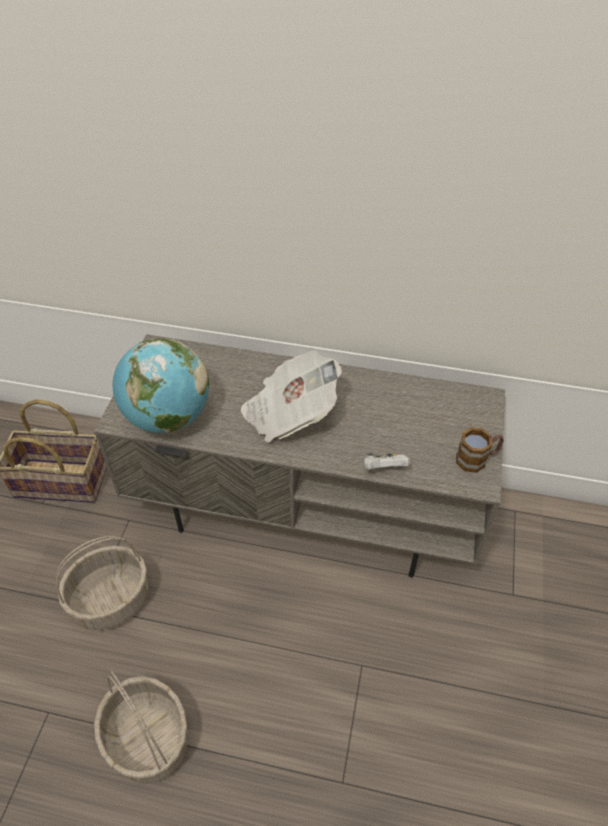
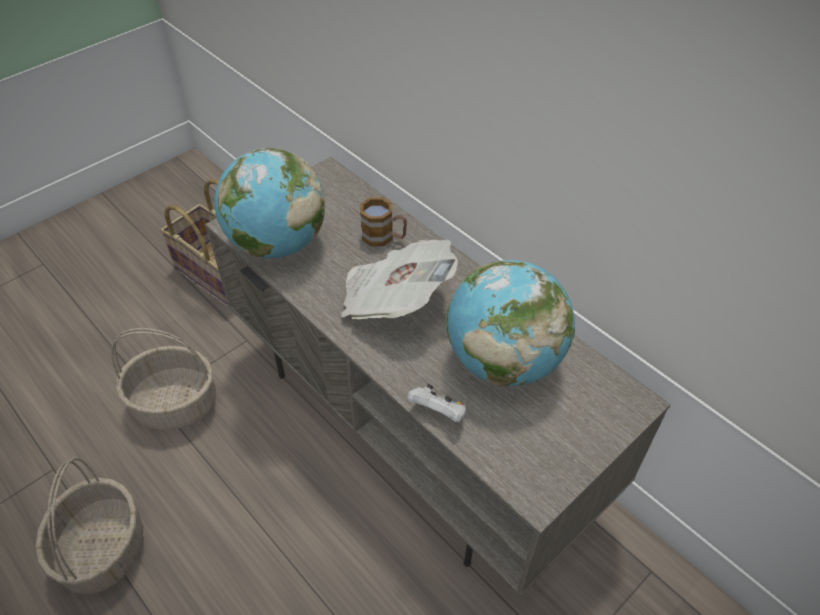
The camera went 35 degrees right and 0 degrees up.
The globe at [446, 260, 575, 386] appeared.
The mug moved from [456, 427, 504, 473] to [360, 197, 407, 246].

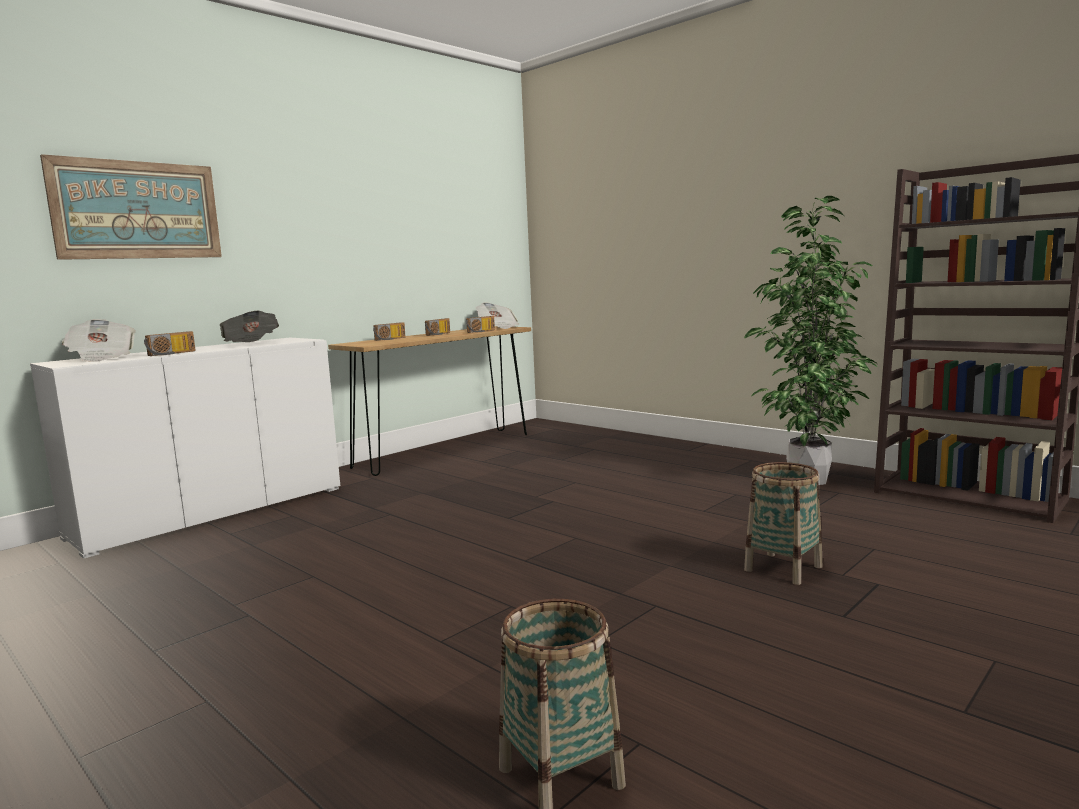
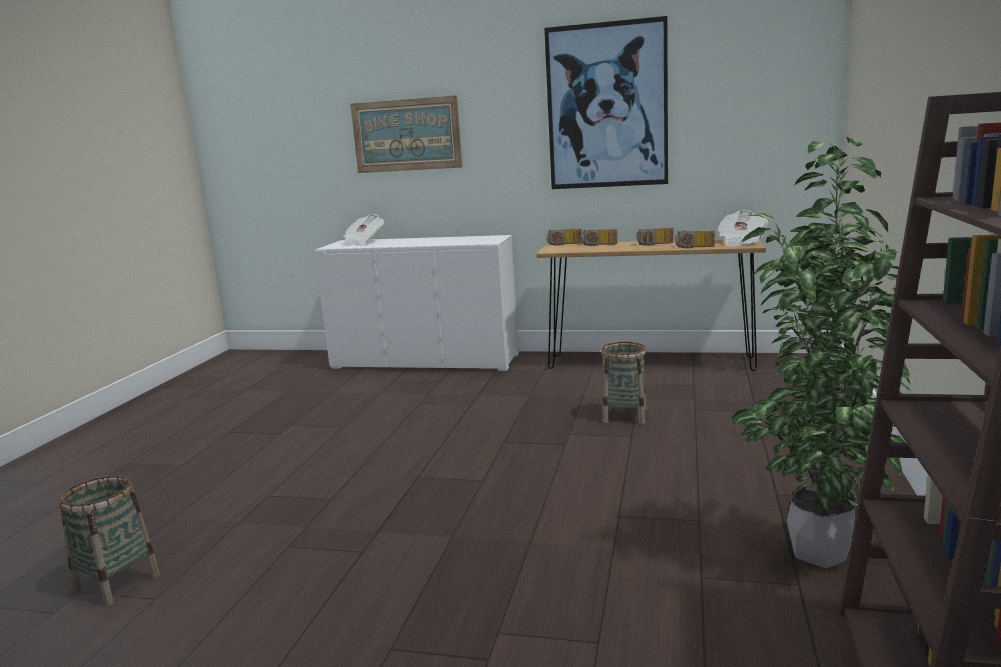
The camera went 60 degrees right and 5 degrees up.
The newspaper at [220, 311, 279, 342] disappeared.
The picture at [544, 16, 668, 189] appeared.
The radio moved from [144, 331, 196, 356] to [547, 228, 582, 246].
The basket moved from [744, 462, 823, 585] to [601, 341, 647, 424].

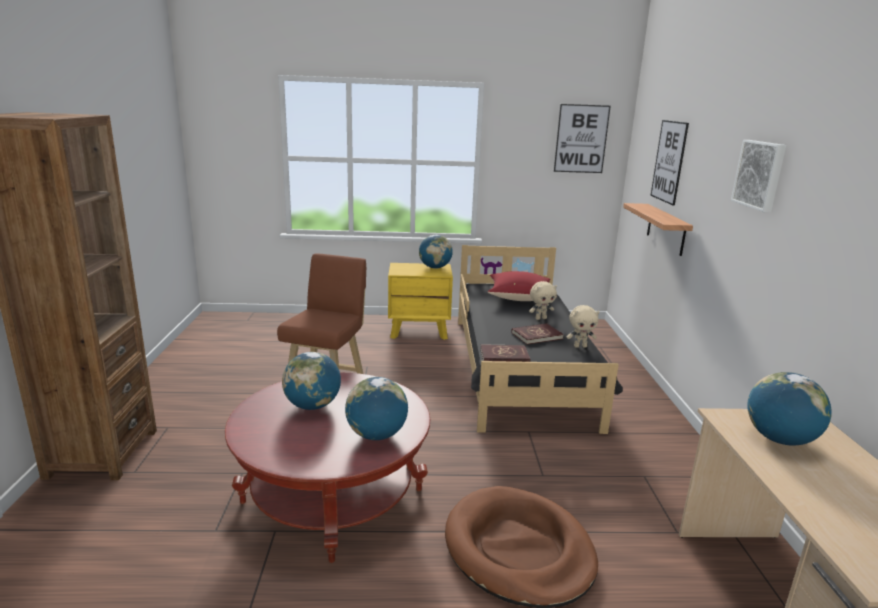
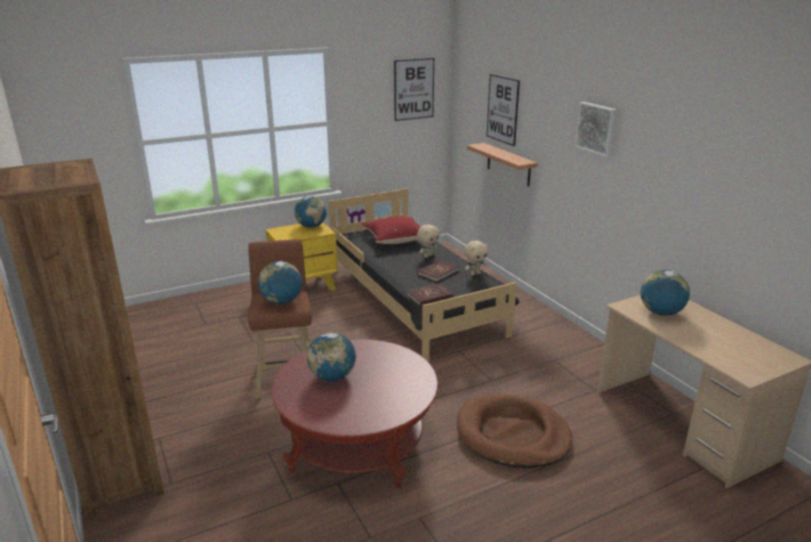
The camera went 25 degrees left and 5 degrees up.
The globe moved from [345, 377, 408, 440] to [258, 261, 302, 304].

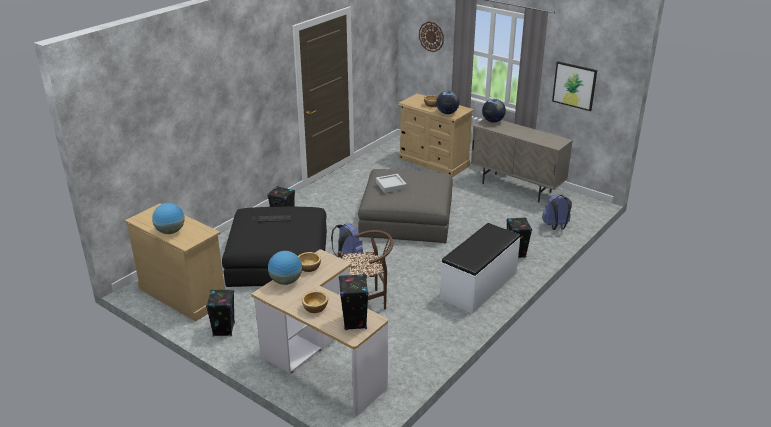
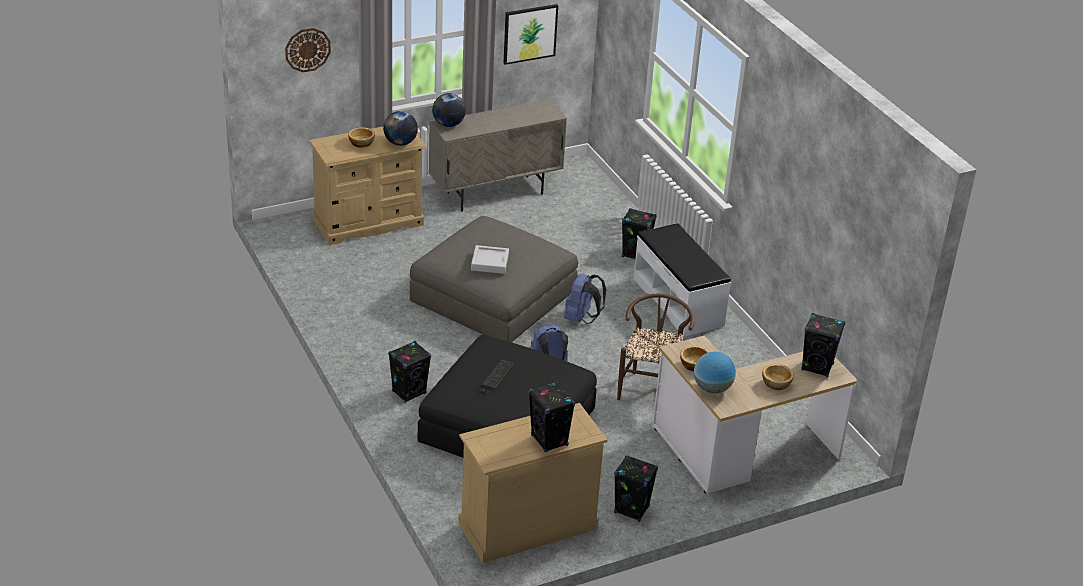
The camera went 65 degrees left and 5 degrees up.
The blue_backpack moved from [542, 195, 572, 230] to [564, 274, 606, 324].
The globe at [152, 203, 185, 234] was replaced by the black_speaker at [528, 381, 575, 452].

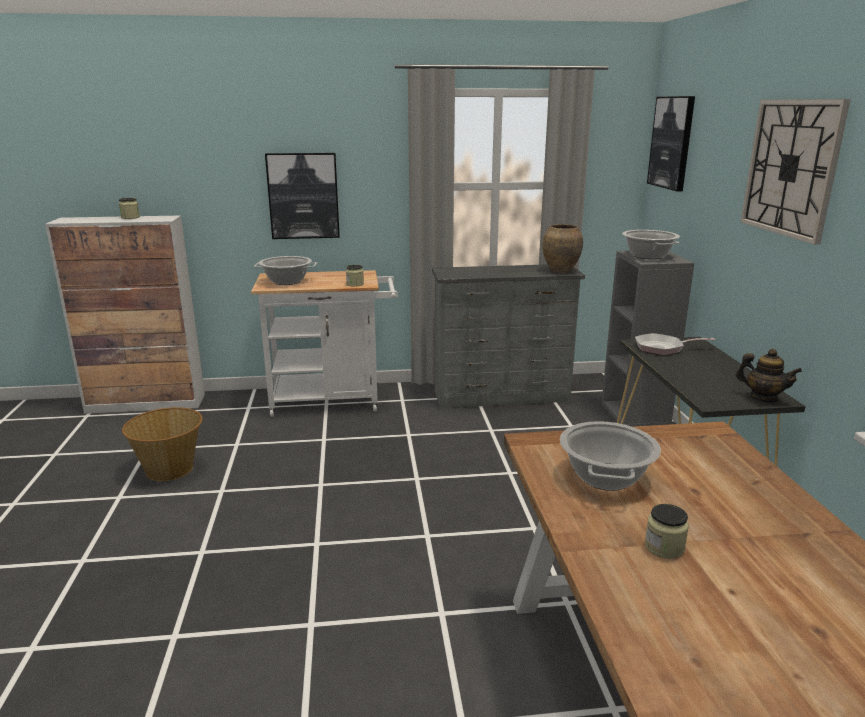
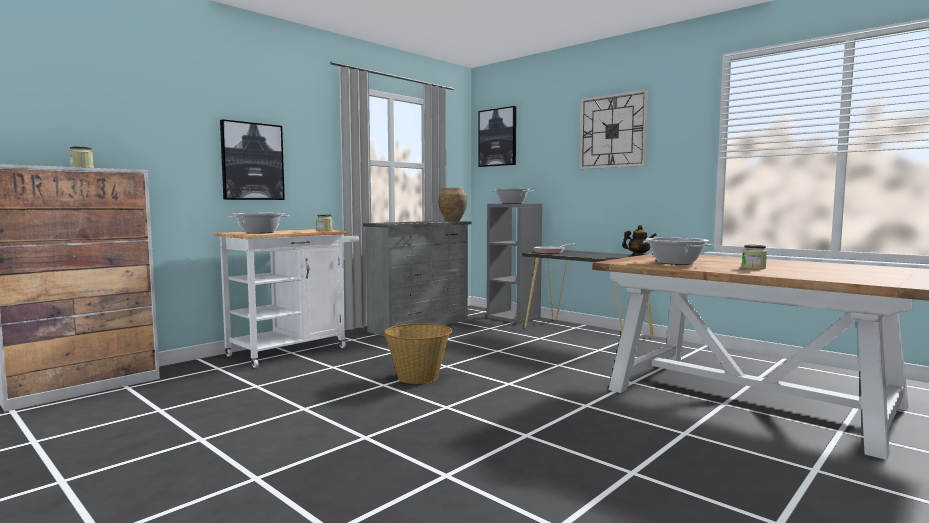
The camera went 40 degrees left and 15 degrees down.
The basket moved from [122, 407, 203, 481] to [384, 323, 452, 384].

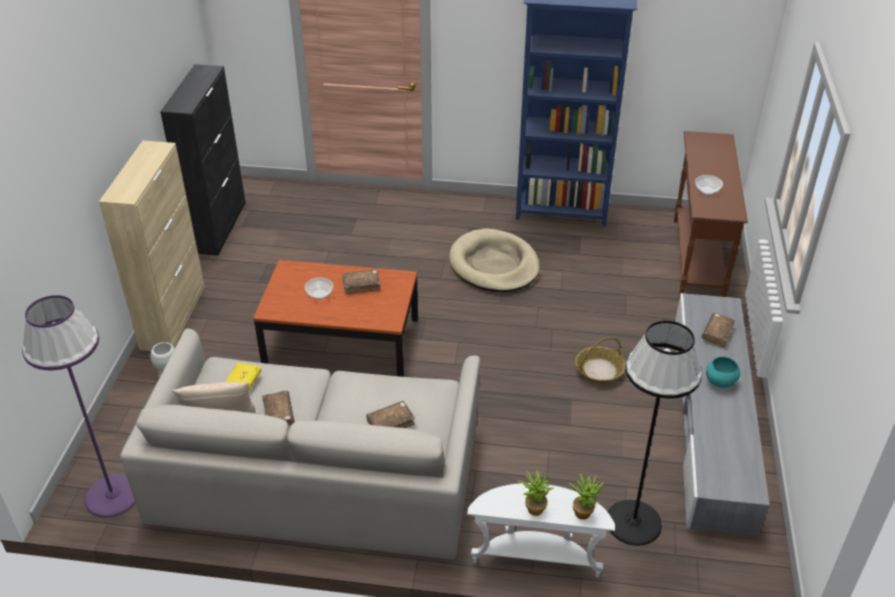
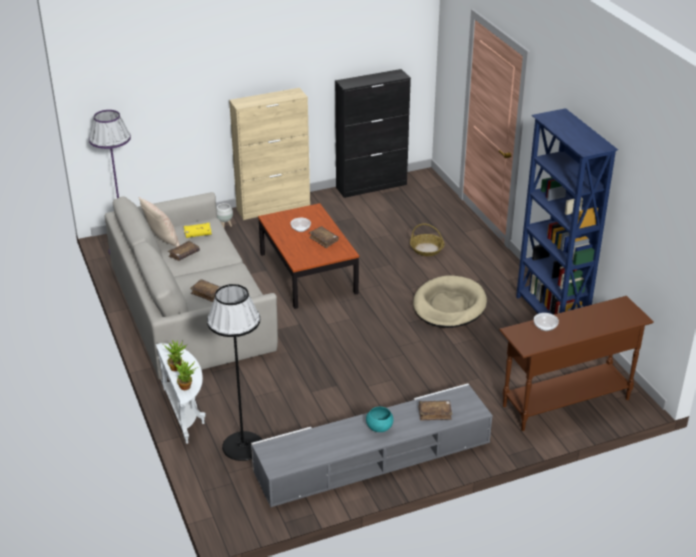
The camera went 60 degrees right and 5 degrees down.
The basket moved from [575, 337, 625, 384] to [410, 223, 445, 256].

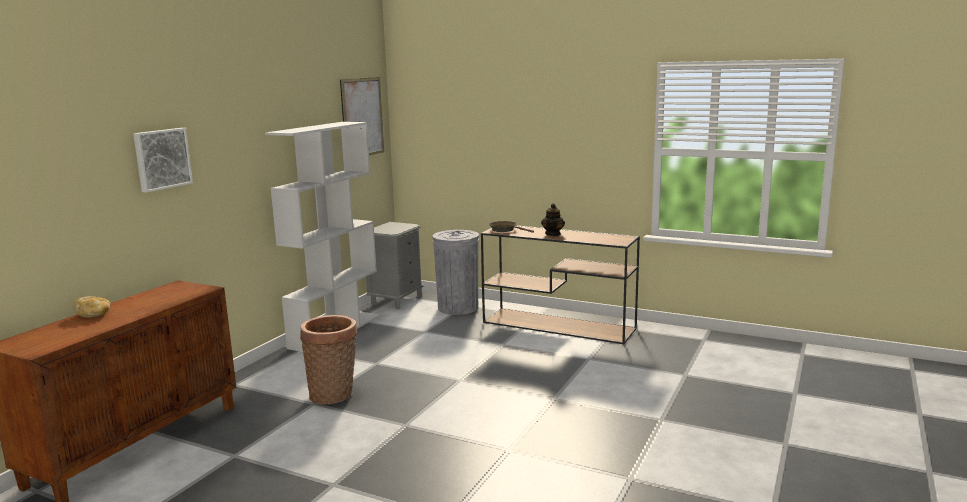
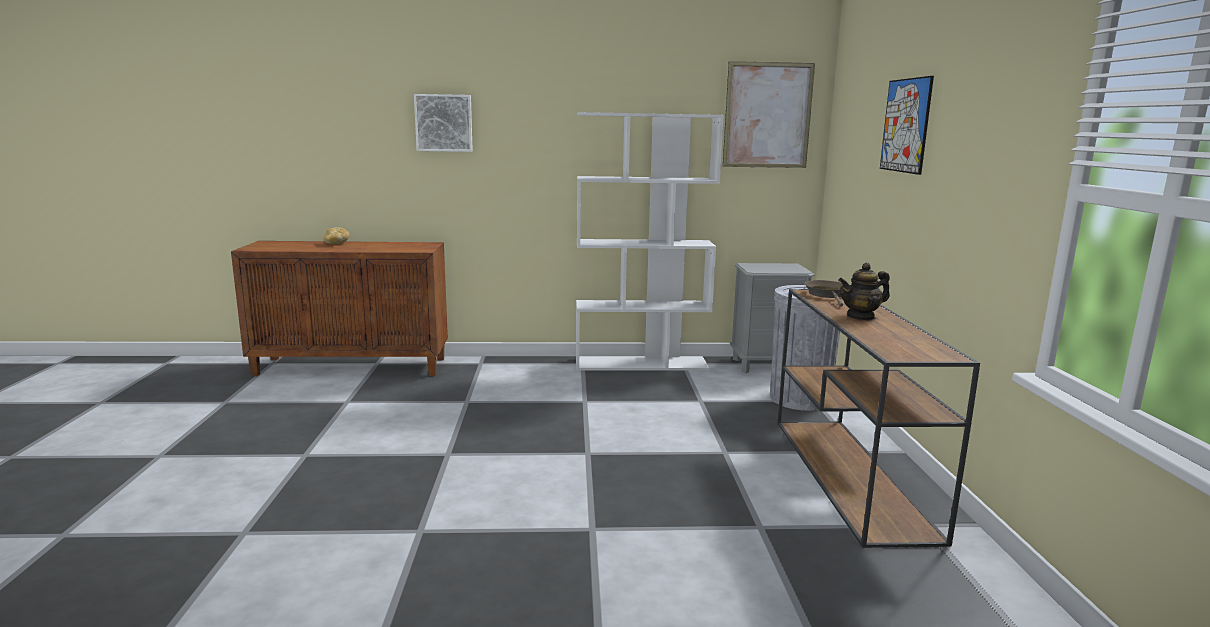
The camera went 60 degrees right and 0 degrees up.
The basket at [300, 315, 357, 405] disappeared.
The picture at [880, 76, 934, 175] appeared.

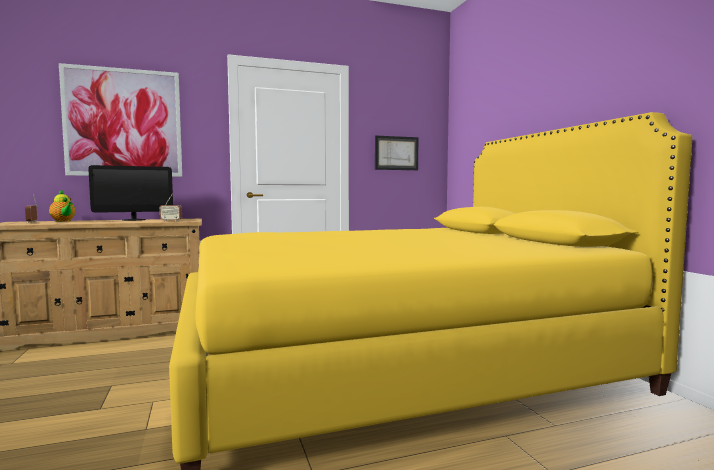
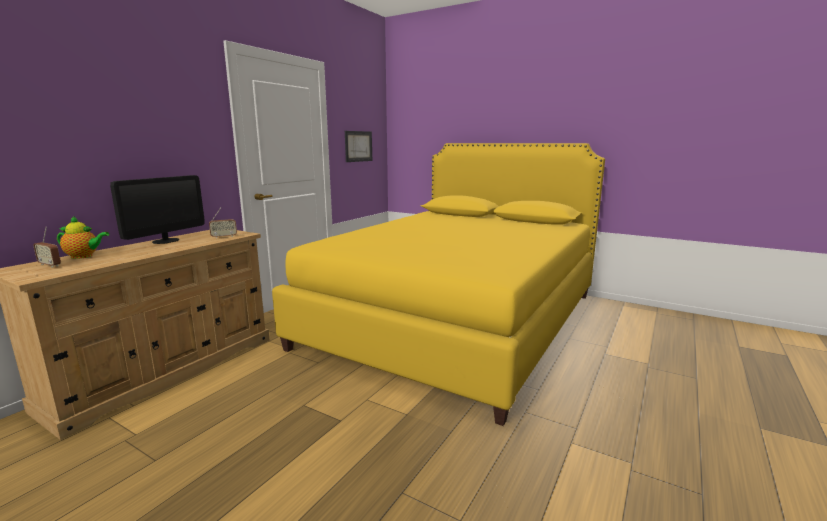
The camera went 40 degrees left and 10 degrees up.
The picture at [59, 63, 182, 177] disappeared.

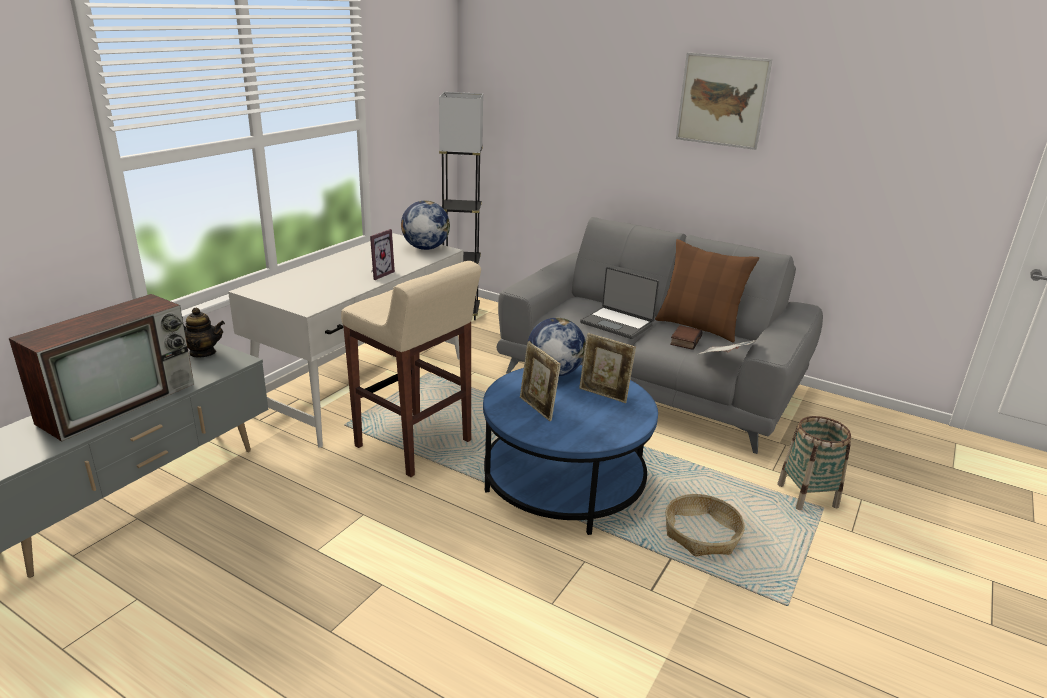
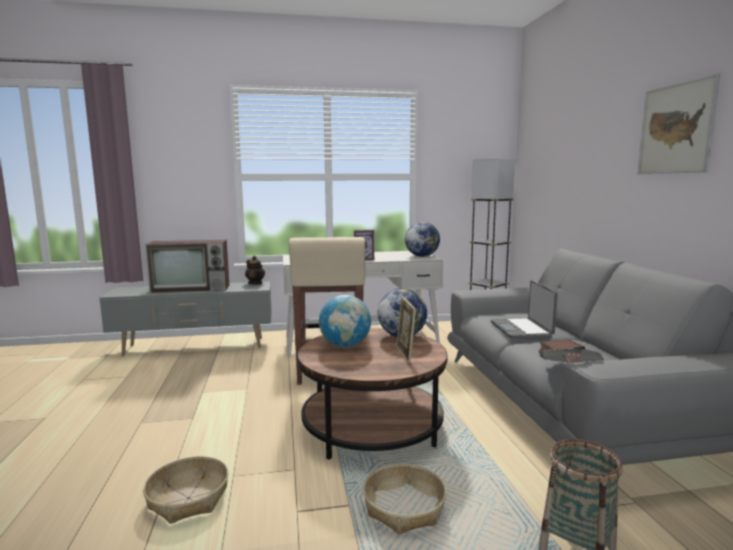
The camera went 50 degrees right and 15 degrees down.
The brown_pillow at [655, 239, 759, 342] disappeared.
The basket at [143, 456, 229, 524] appeared.
The picture_frame at [520, 341, 561, 421] was replaced by the globe at [319, 295, 371, 347].
The blue_coffee_table at [483, 365, 658, 535] became the brown_coffee_table at [297, 328, 448, 460].

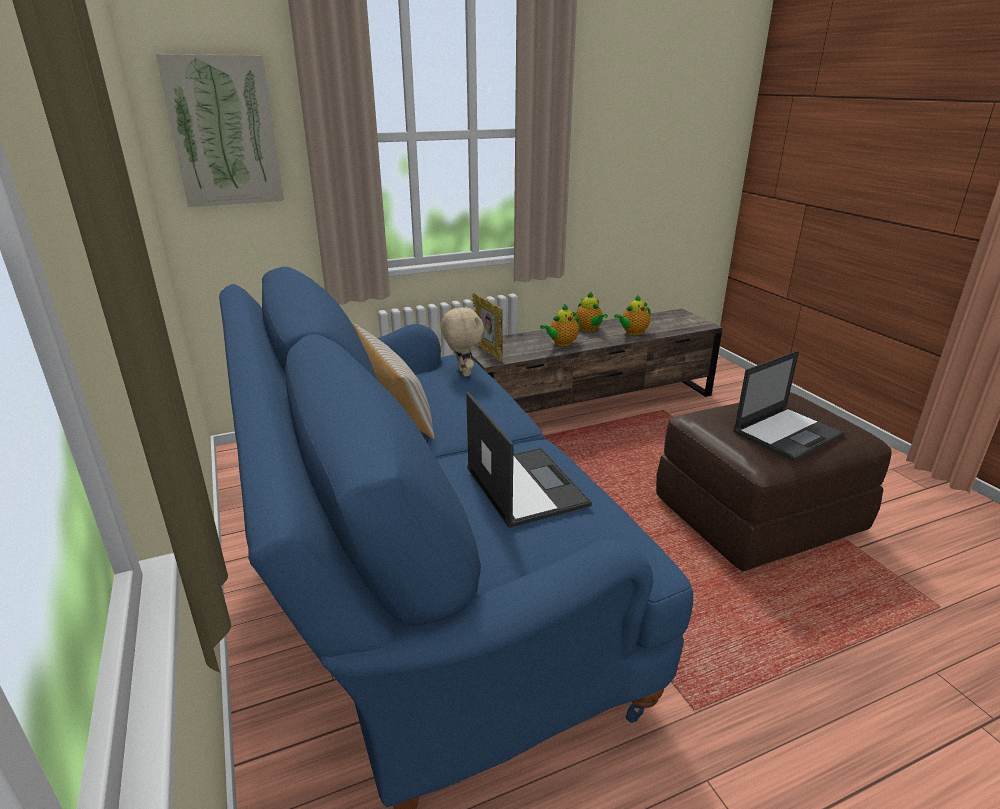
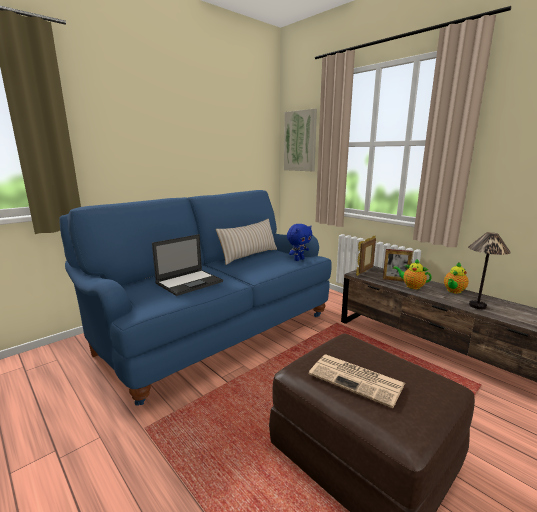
The camera went 70 degrees right and 10 degrees down.
The picture_frame at [383, 249, 413, 281] appeared.
The teapot at [614, 294, 651, 335] was replaced by the table_lamp at [468, 232, 511, 309].
The laptop at [733, 350, 845, 461] was replaced by the newspaper at [309, 355, 405, 408].
The beige_plush_toy at [441, 306, 484, 377] became the blue_plush_toy at [287, 224, 312, 261].

